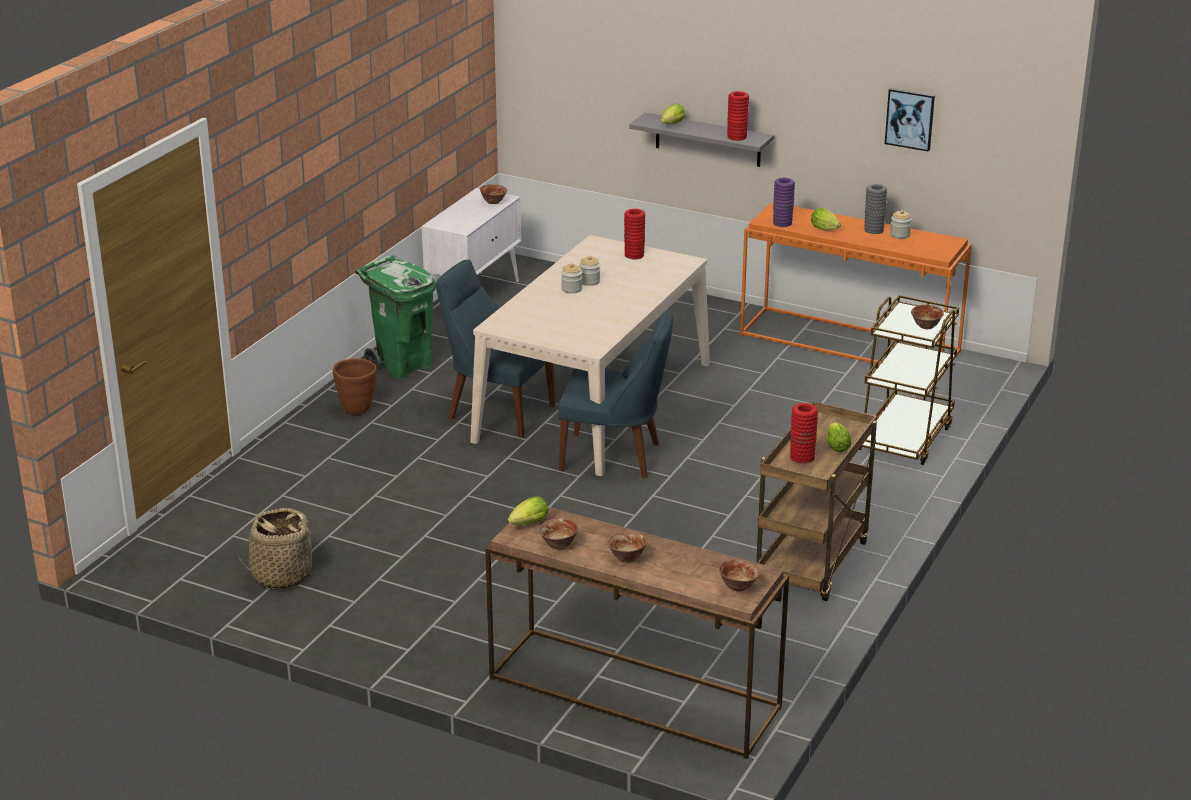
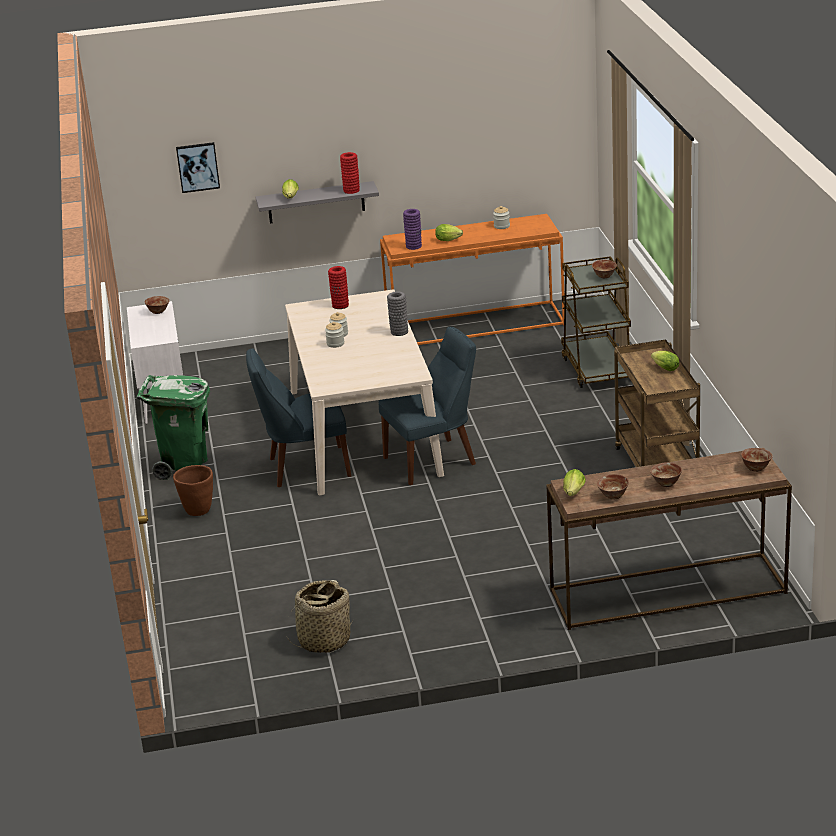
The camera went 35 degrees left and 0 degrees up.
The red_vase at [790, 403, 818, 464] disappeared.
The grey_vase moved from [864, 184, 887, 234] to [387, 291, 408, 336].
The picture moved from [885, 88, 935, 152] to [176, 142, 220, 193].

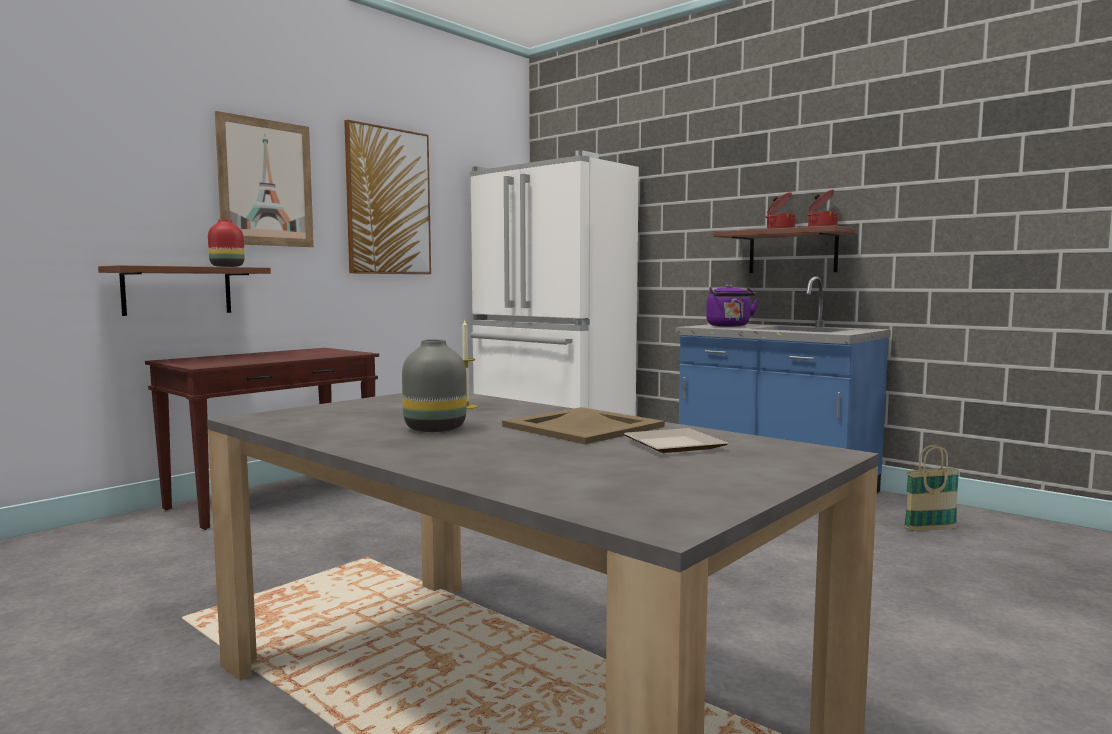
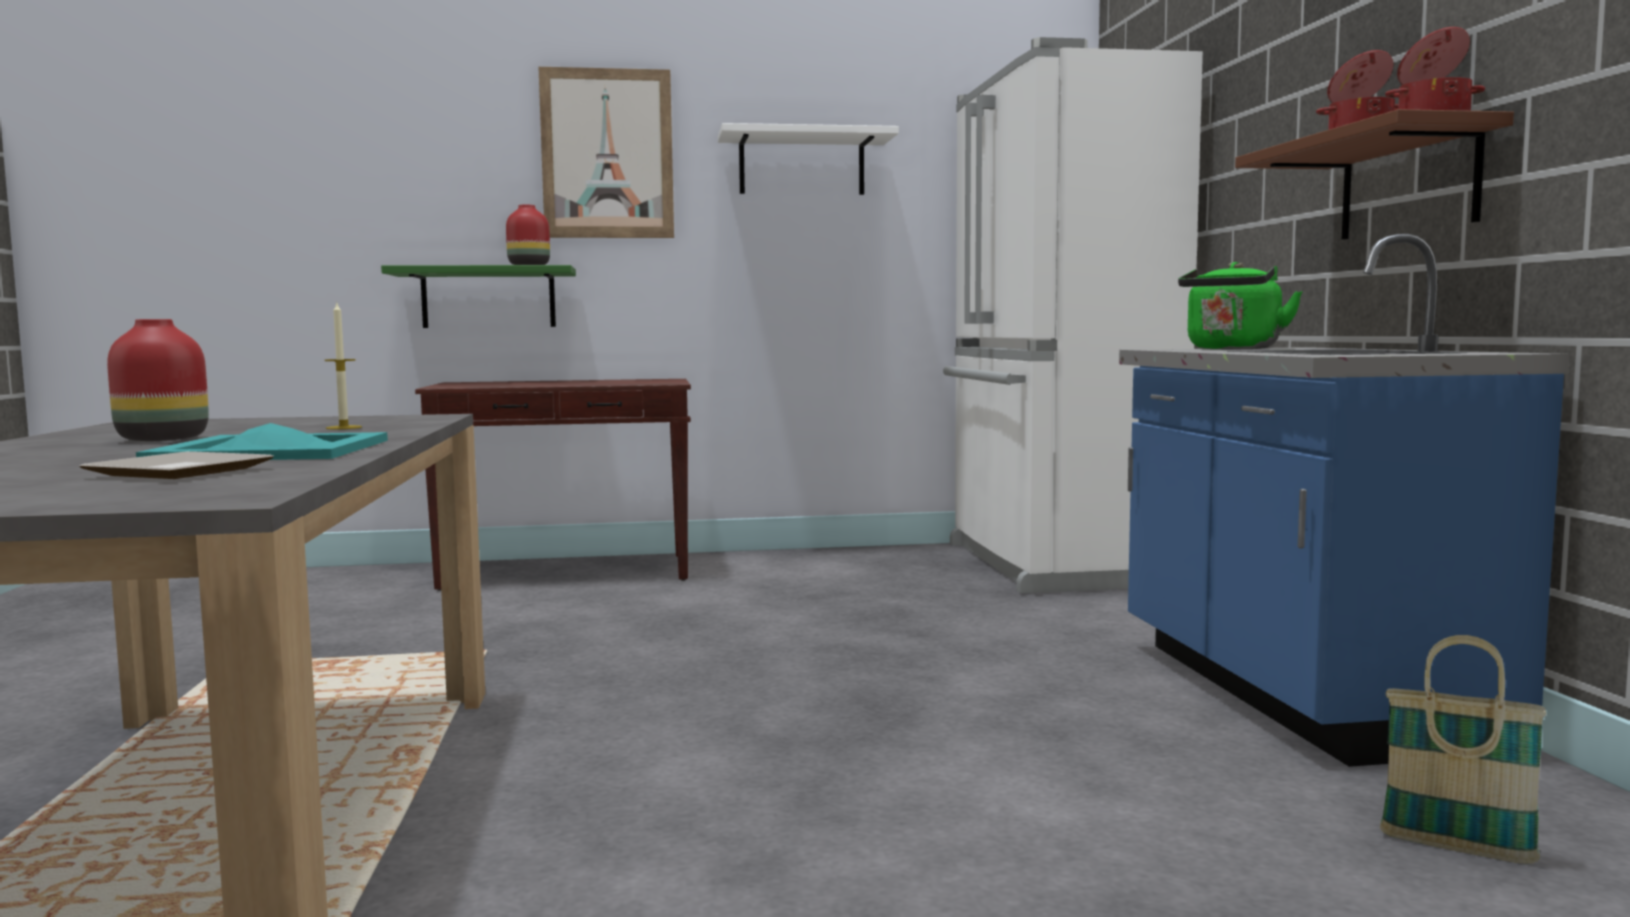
The camera went 40 degrees right and 0 degrees up.
The picture at [344, 120, 431, 274] was replaced by the white_shelf at [718, 123, 899, 195].
The brown_shelf at [98, 265, 271, 316] became the green_shelf at [381, 265, 576, 328].
The grey_vase at [402, 339, 467, 432] became the red_vase at [107, 319, 209, 441].
The beige_tray at [502, 407, 665, 445] became the turquoise_tray at [136, 423, 388, 460].
The purple_kettle at [706, 284, 759, 327] became the green_kettle at [1178, 262, 1303, 349].

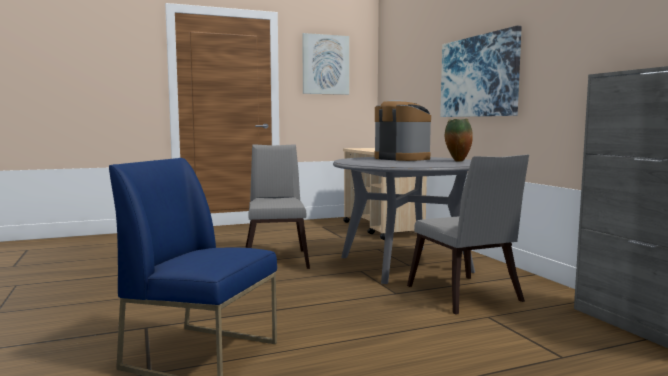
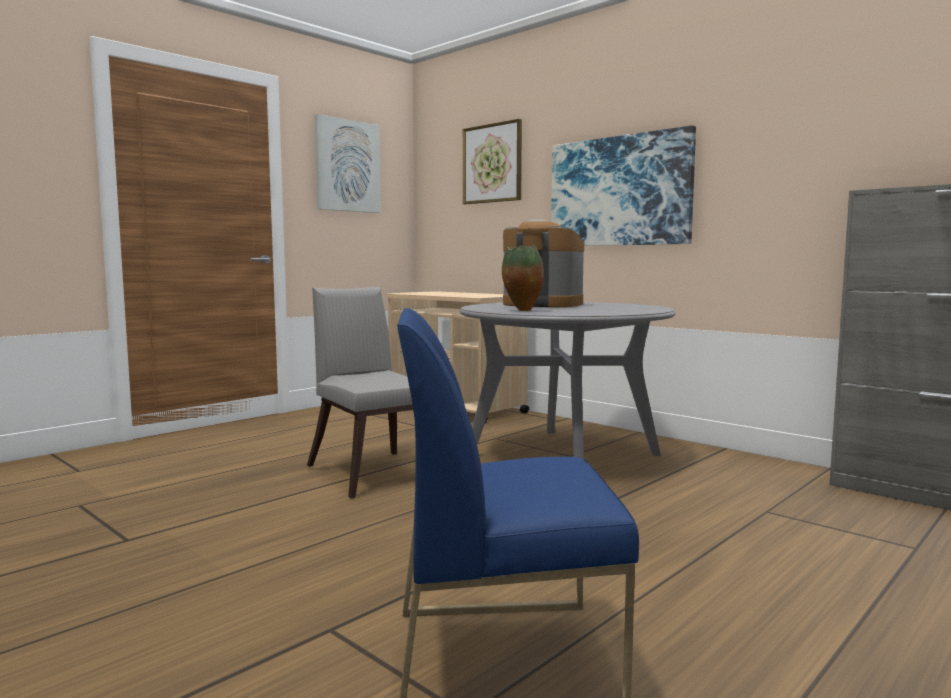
The camera went 25 degrees left and 0 degrees up.
The grey_chair at [407, 154, 529, 315] disappeared.
The picture at [463, 119, 522, 204] appeared.
The vase moved from [445, 119, 473, 162] to [502, 245, 544, 311].

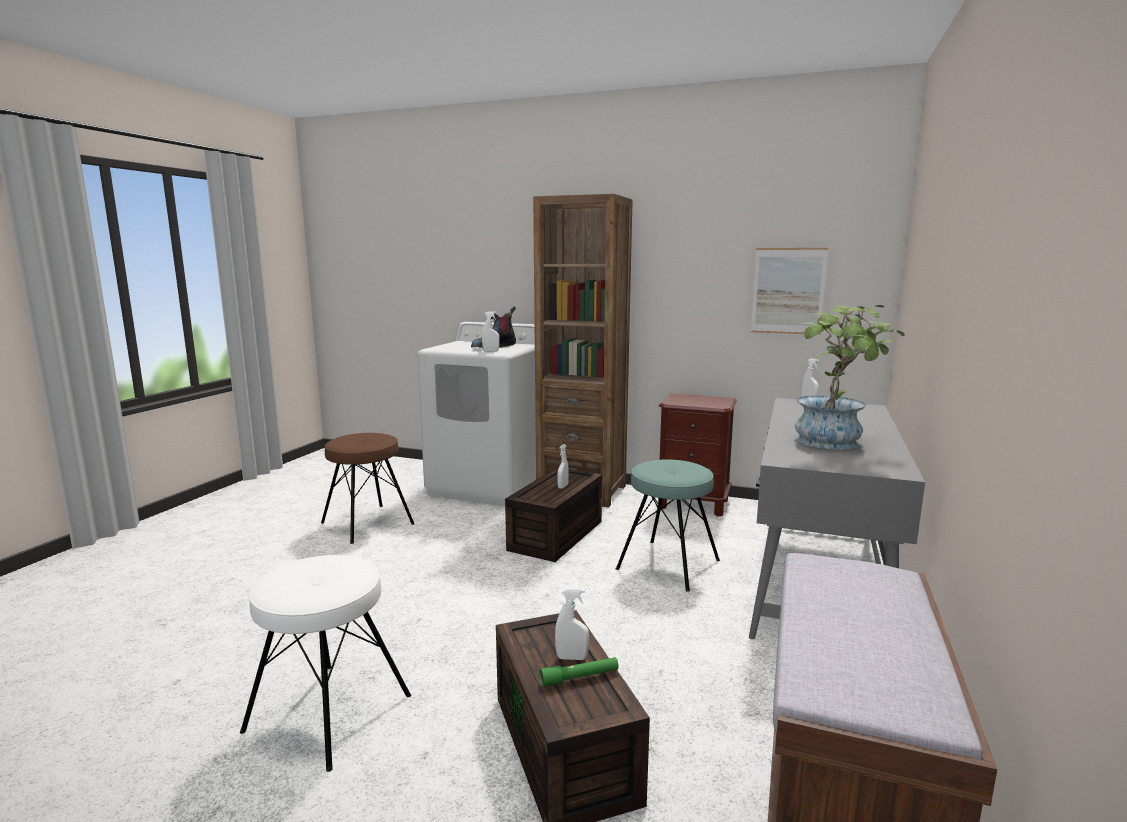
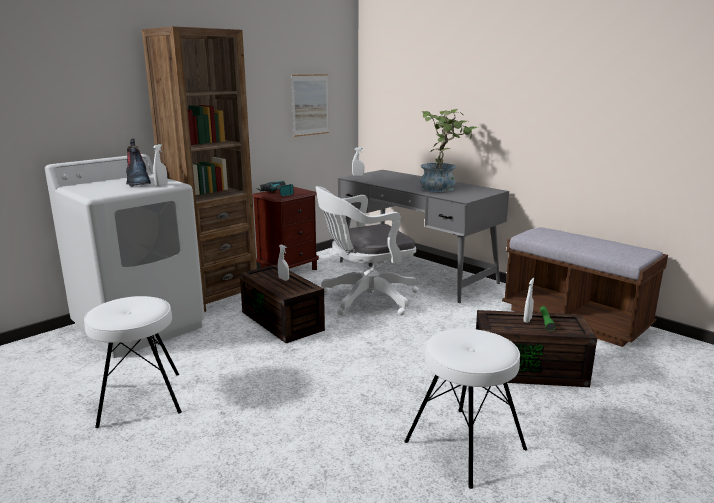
The camera went 65 degrees left and 5 degrees up.
The power_drill at [256, 181, 294, 196] appeared.
The turquoise_stool at [616, 459, 720, 592] was replaced by the white_office_chair at [316, 186, 418, 316].
The brown_stool at [321, 433, 414, 544] became the white_stool at [84, 296, 182, 428].

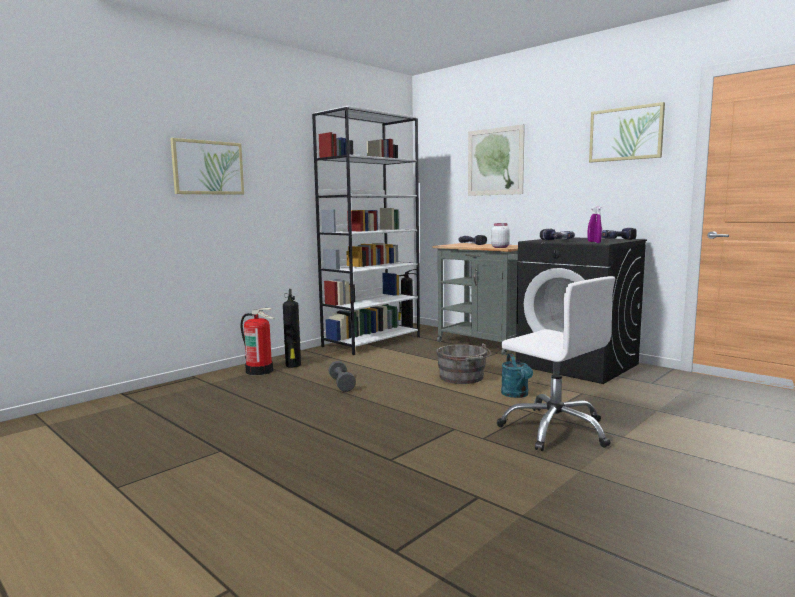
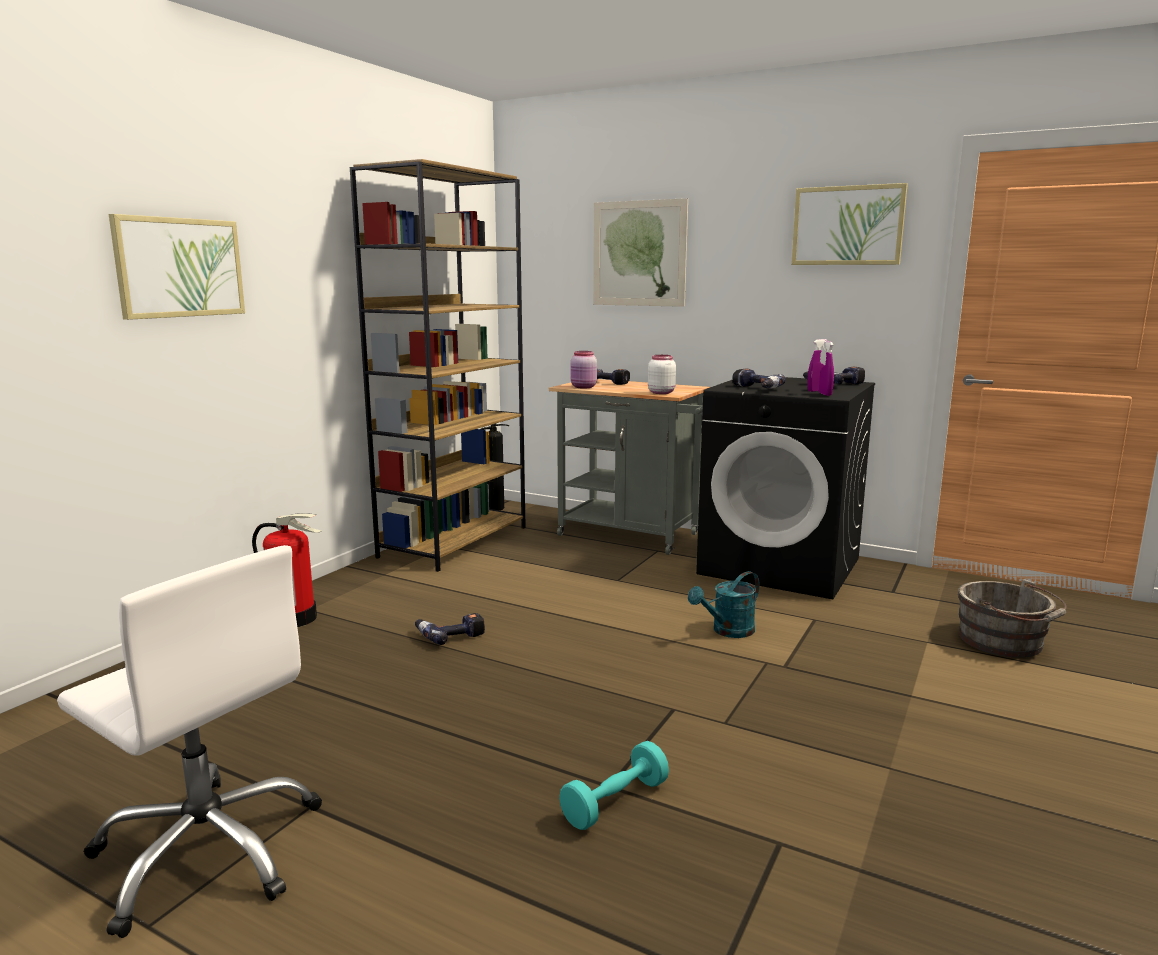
The camera went 15 degrees left and 5 degrees up.
The fire_extinguisher at [283, 289, 301, 368] disappeared.
The turquoise_dumbbell at [559, 741, 669, 830] appeared.
The pink_jar at [571, 351, 597, 388] appeared.
The grey_bucket moved from [436, 343, 491, 384] to [958, 579, 1067, 658].
The white_office_chair moved from [497, 276, 615, 451] to [57, 545, 322, 938].
The grey_dumbbell at [328, 361, 356, 392] was replaced by the power_drill at [415, 613, 485, 645].
The white_bookcase at [312, 106, 420, 355] became the brown_bookcase at [350, 159, 526, 572].
The turquoise_watering_can at [501, 354, 533, 398] turned 75 degrees clockwise.

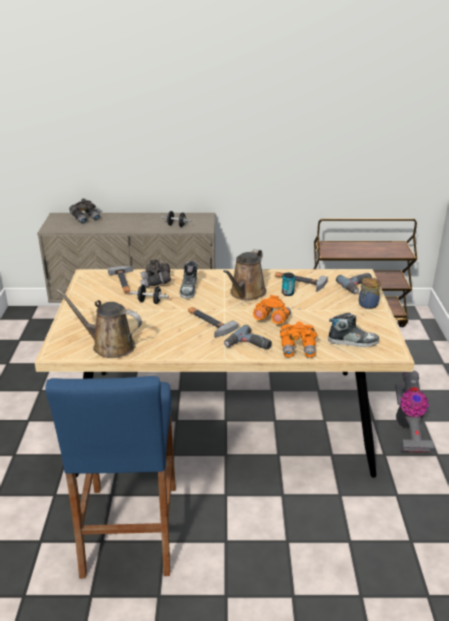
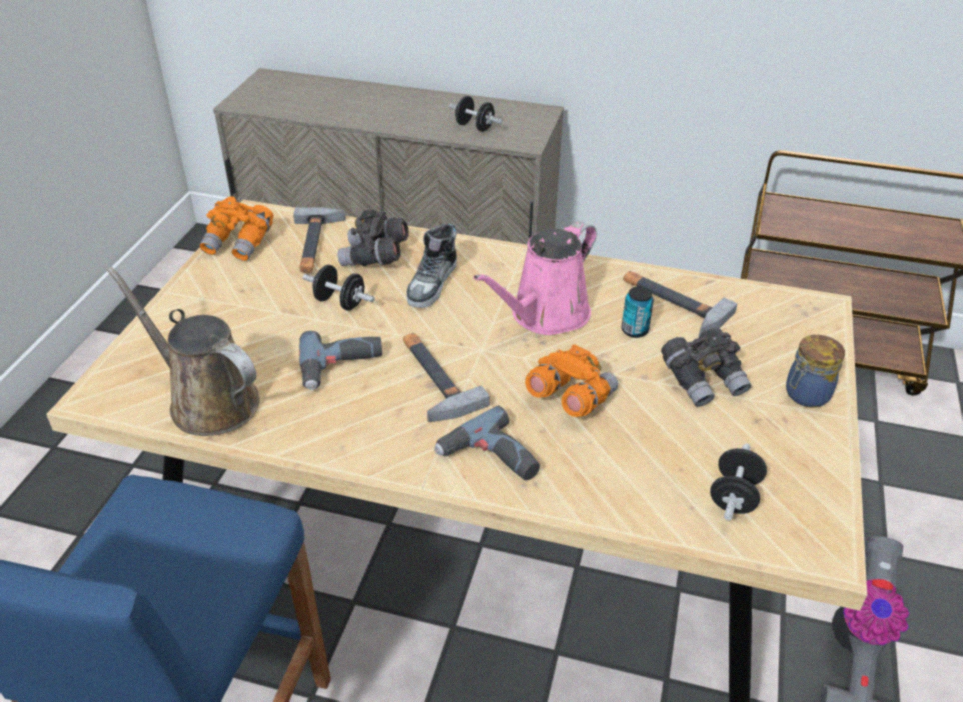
The camera went 15 degrees right and 10 degrees up.
The grey_binoculars moved from [69, 198, 100, 224] to [661, 328, 752, 407].
The orange_binoculars moved from [280, 322, 317, 358] to [199, 196, 274, 261].
The power_drill moved from [336, 273, 372, 294] to [299, 331, 382, 390].
The shoe at [328, 313, 379, 347] was replaced by the black_dumbbell at [710, 444, 767, 521].
The brown_watering_can at [223, 249, 267, 301] became the pink_watering_can at [473, 221, 597, 335].

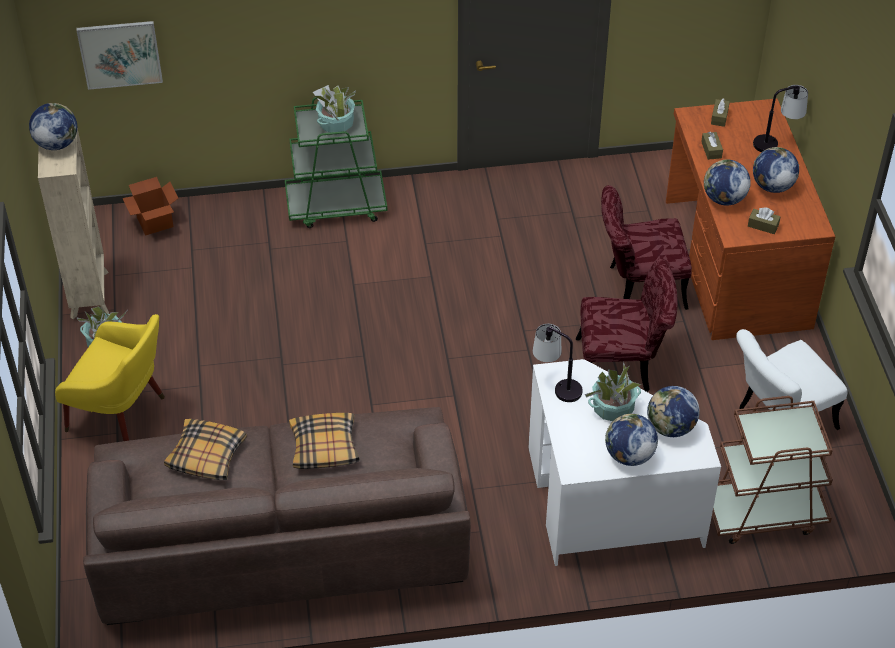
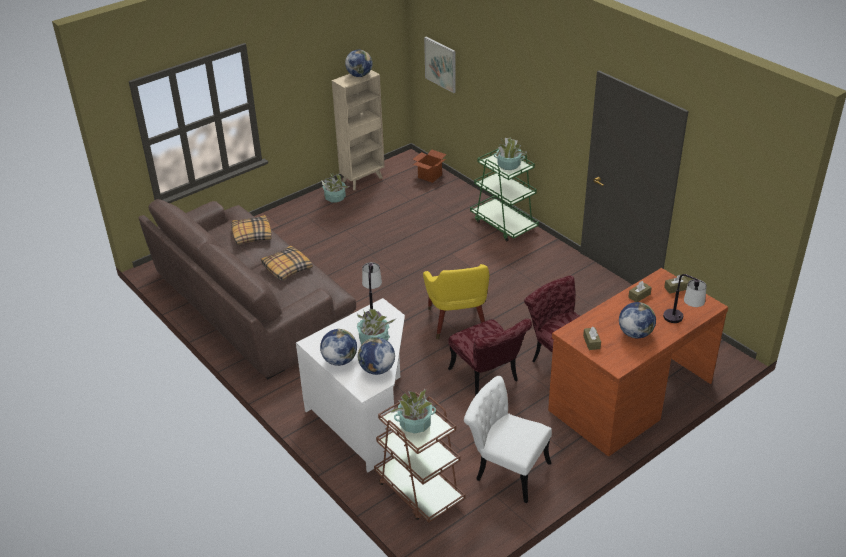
The camera went 60 degrees right and 10 degrees down.
The globe at [704, 160, 751, 206] disappeared.
The potted_plant at [390, 388, 436, 433] appeared.
The yellow_armchair moved from [55, 314, 165, 441] to [423, 264, 489, 339].

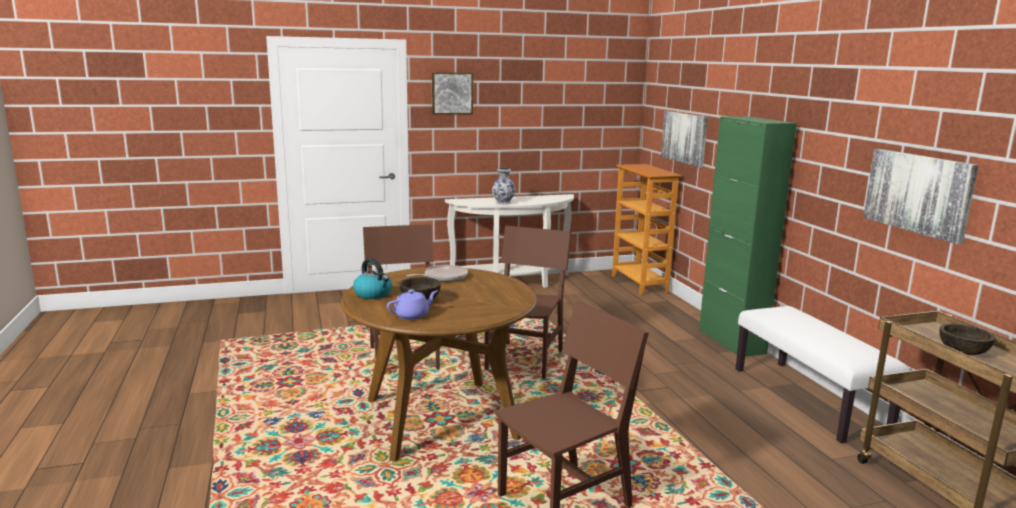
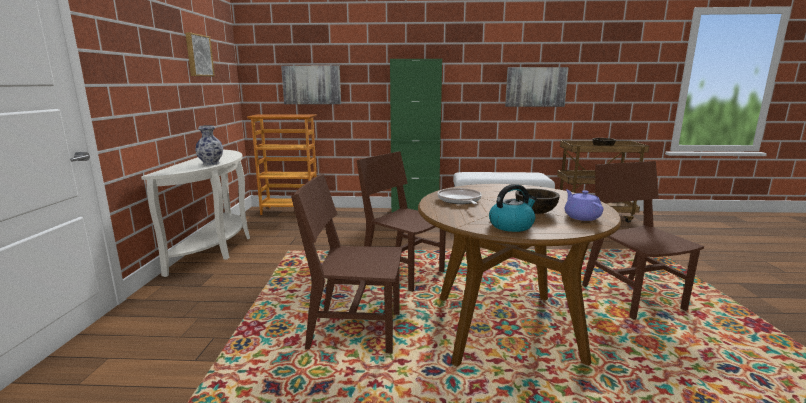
The camera went 70 degrees left and 0 degrees up.
The picture moved from [432, 72, 473, 115] to [185, 32, 215, 76].

